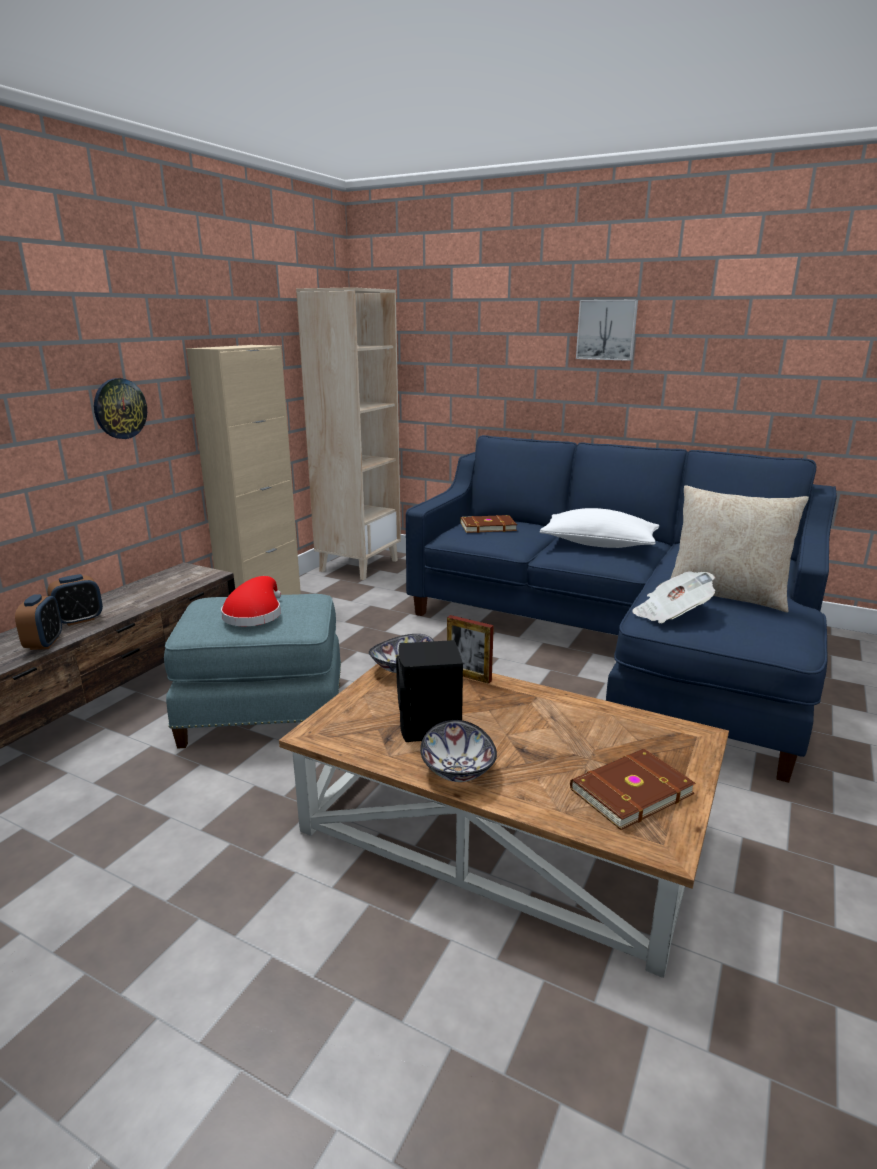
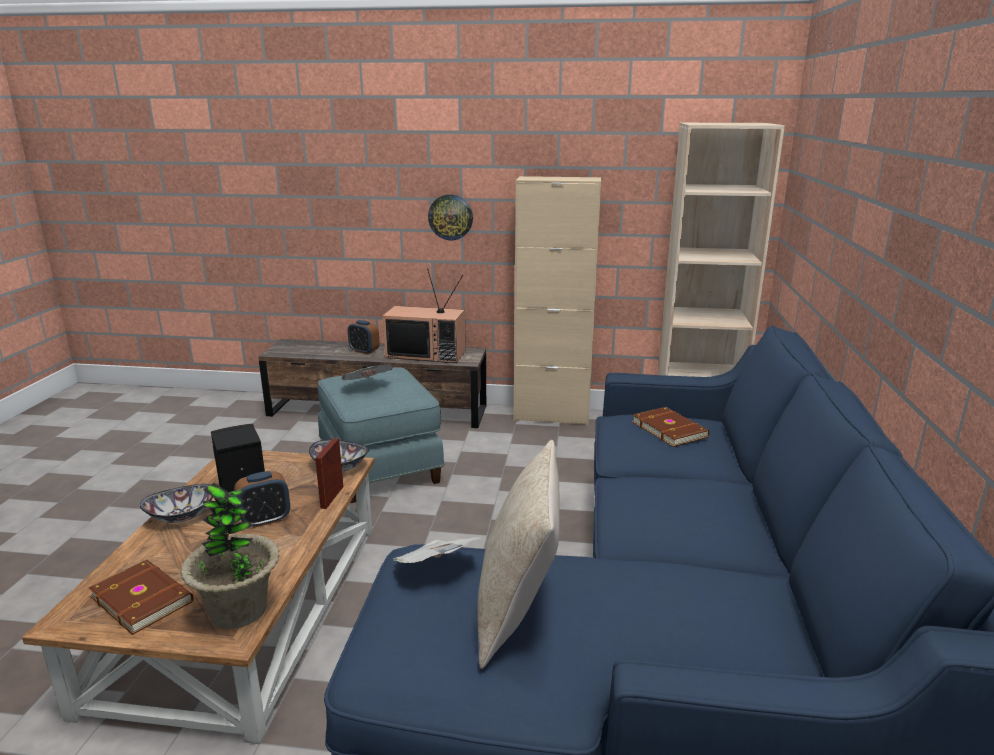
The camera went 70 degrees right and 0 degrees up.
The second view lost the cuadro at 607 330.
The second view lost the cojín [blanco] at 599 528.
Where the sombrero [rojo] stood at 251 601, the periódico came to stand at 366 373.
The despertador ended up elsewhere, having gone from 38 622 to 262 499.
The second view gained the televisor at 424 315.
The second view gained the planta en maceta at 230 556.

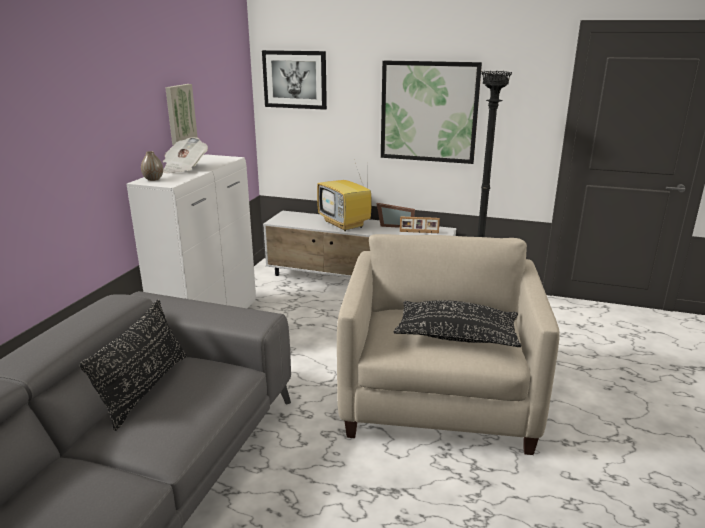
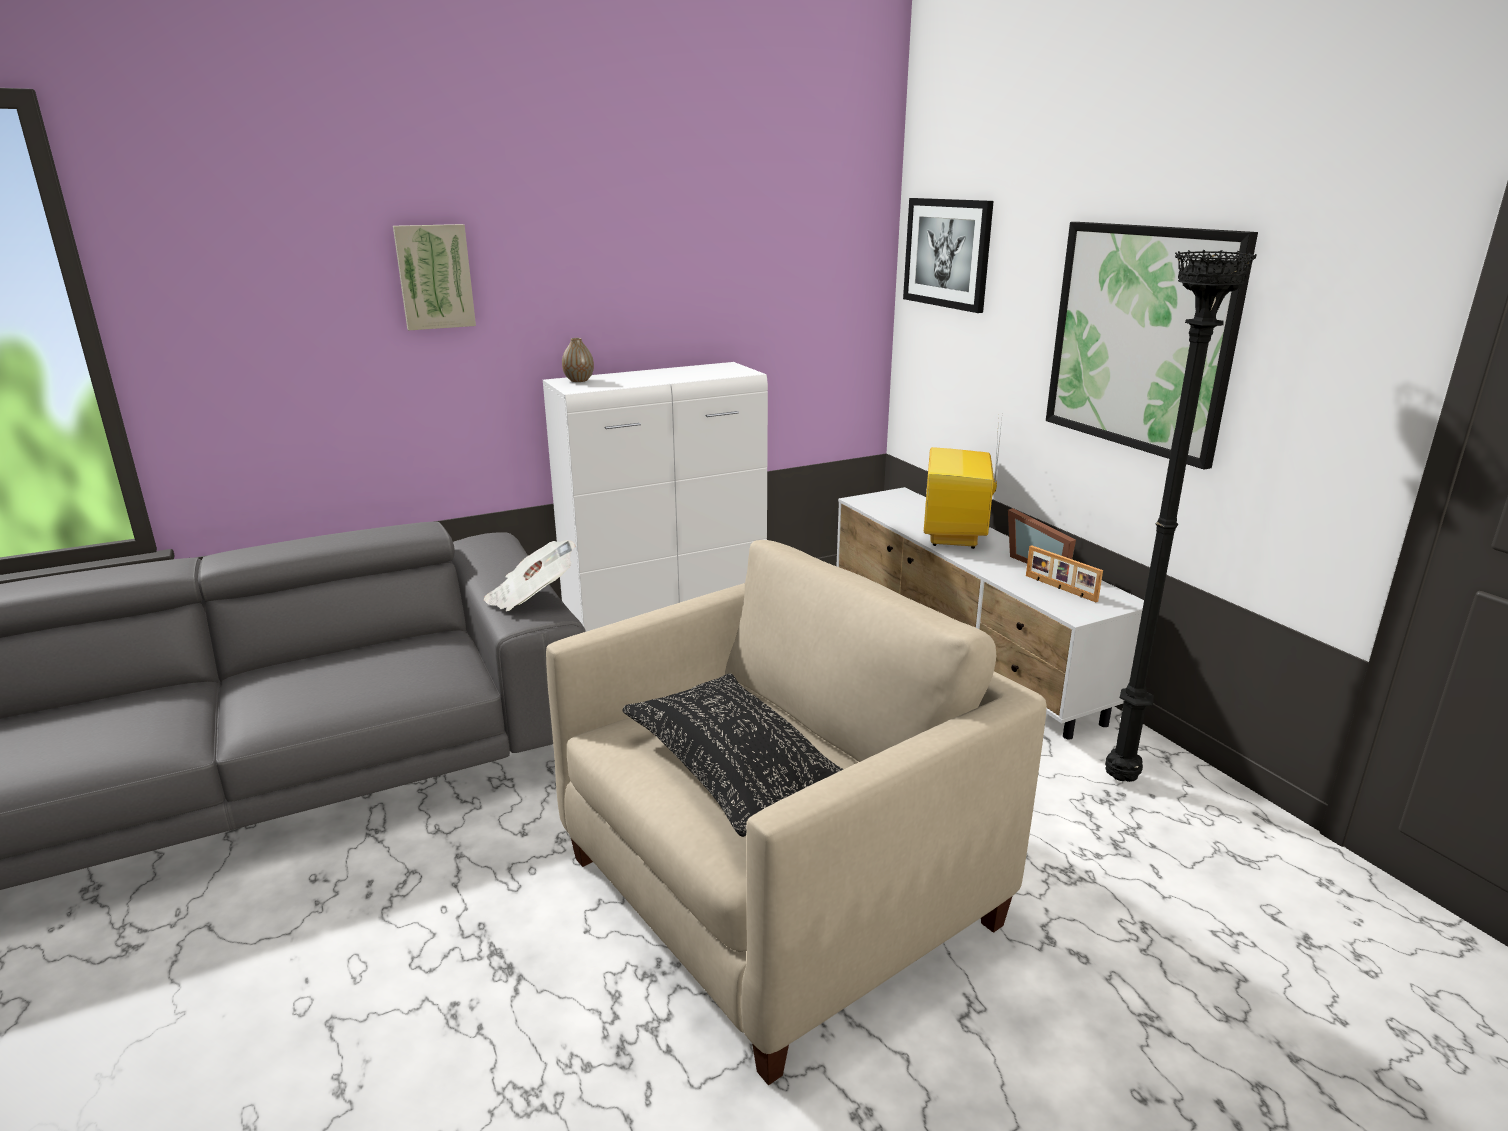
The camera went 45 degrees right and 0 degrees up.
The cuadro ended up elsewhere, having gone from 181 114 to 434 277.
The periódico ended up elsewhere, having gone from 185 155 to 530 575.
The second view lost the cojín [negro] at 133 365.

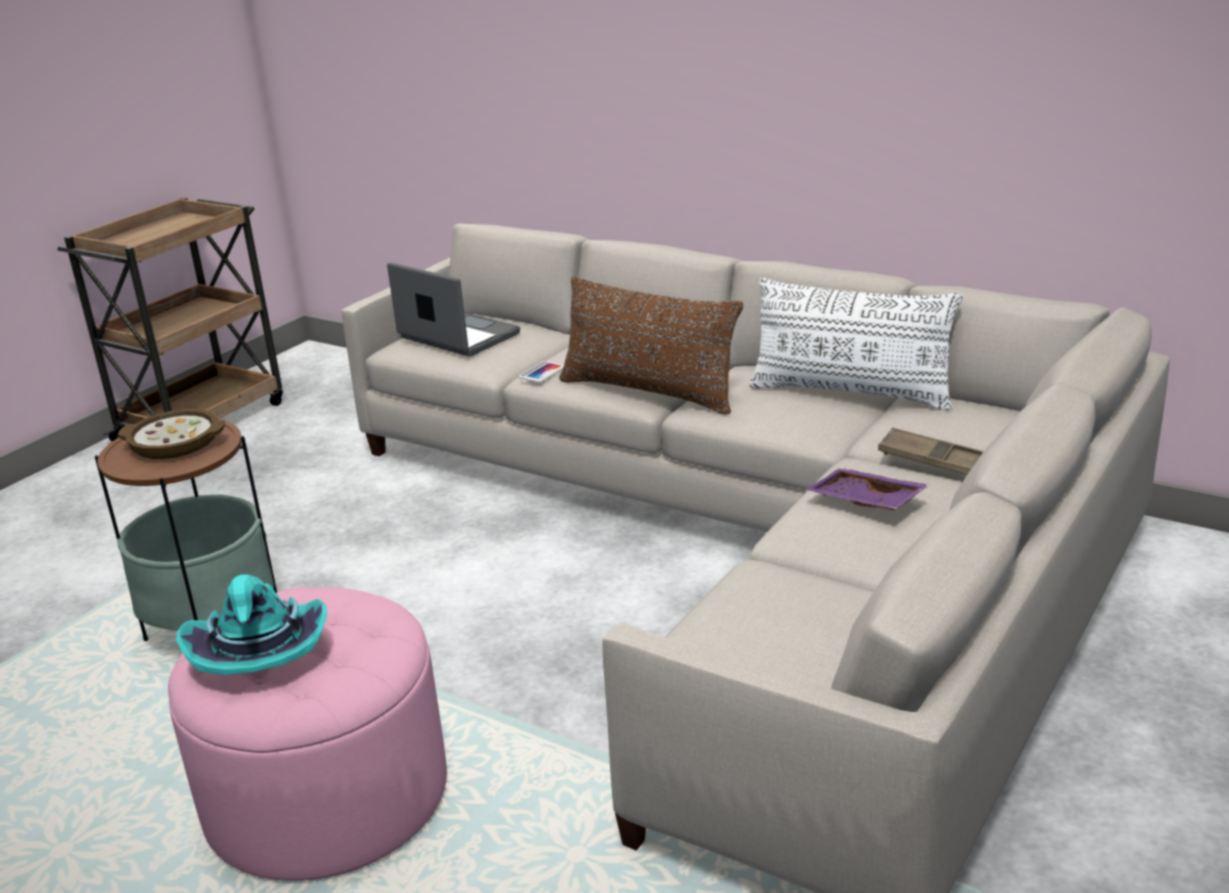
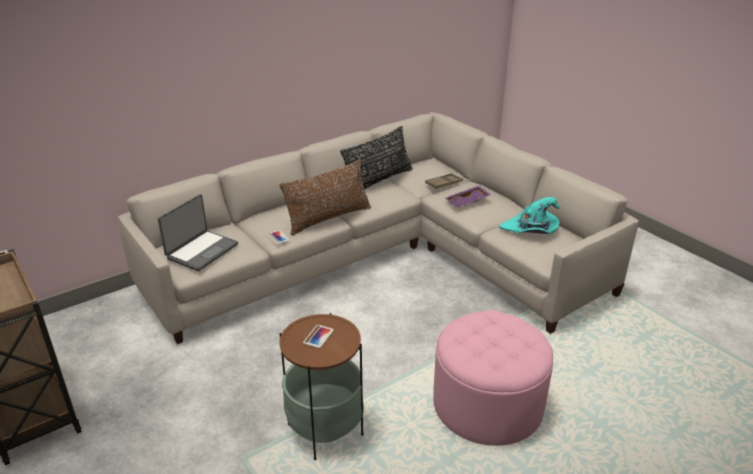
The camera went 70 degrees left and 5 degrees up.
The portátil at 453 309 ended up facing another way, 150 degrees clockwise from before.
What was the cojín [blanco] at 856 344 turned into the cojín [negro] at 376 157.
Where the cuenco stood at 171 434, the móvil came to stand at 318 336.
The sombrero [turquesa] ended up elsewhere, having gone from 251 625 to 530 215.

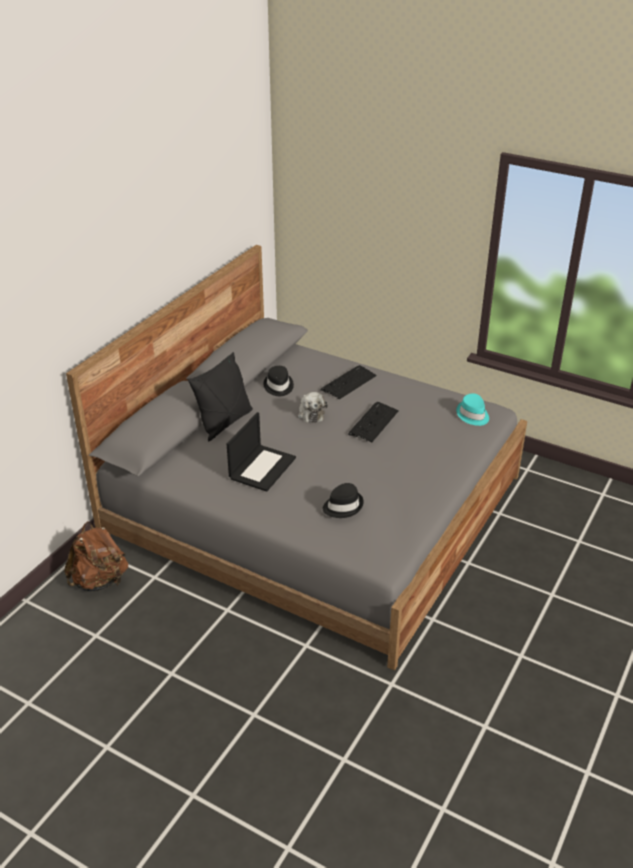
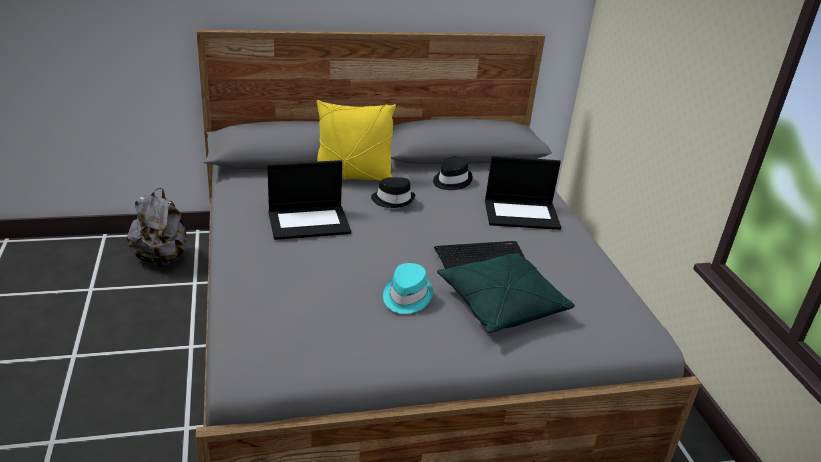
The camera went 45 degrees right and 5 degrees down.
What was the cojín [negro] at 220 396 turned into the cojín [amarillo] at 356 140.
Where the teclado stood at 348 382, the portátil came to stand at 523 193.
The second view lost the peluche at 313 407.
The sombrero [turquesa] ended up elsewhere, having gone from 472 410 to 408 288.
The sombrero [negro] ended up elsewhere, having gone from 343 500 to 393 192.
What was the mochila [marrón] at 96 556 turned into the mochila [gris] at 157 227.
The second view gained the cojín [verde] at 506 293.

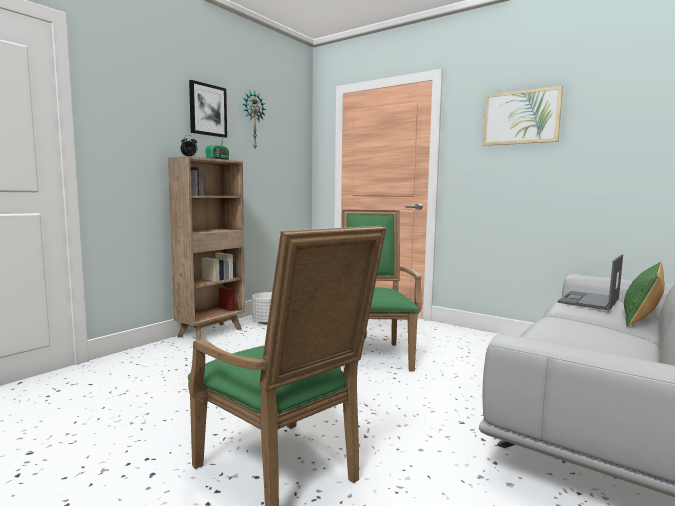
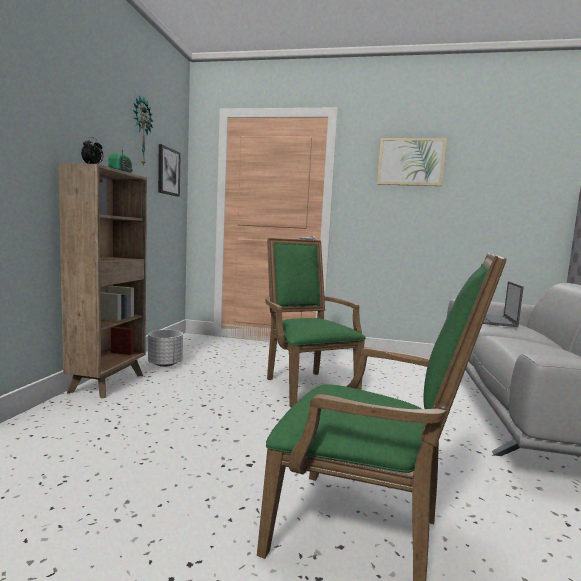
The camera went 25 degrees left and 0 degrees up.
The cuadro ended up elsewhere, having gone from 208 109 to 169 170.
The second view lost the cojín [verde] at 644 294.

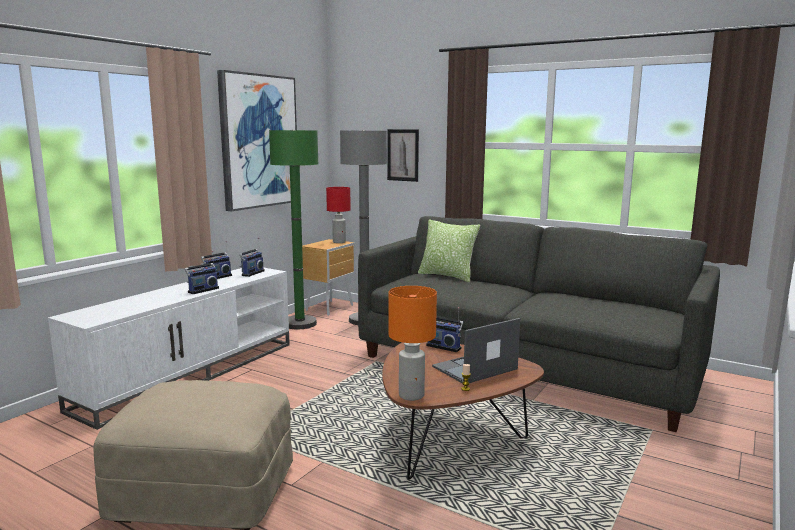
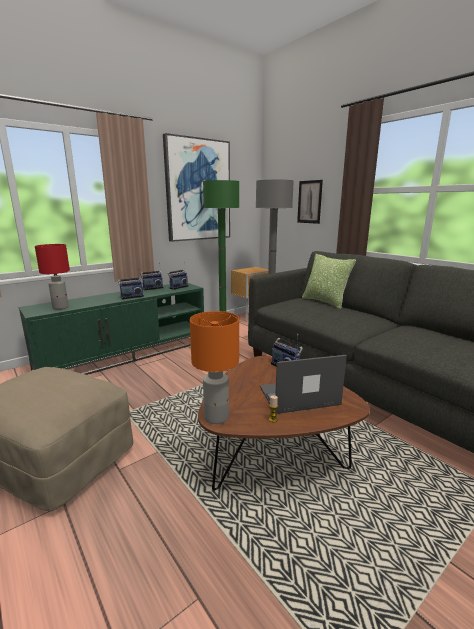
The camera went 20 degrees right and 5 degrees up.
The lámpara de mesa [rojo] ended up elsewhere, having gone from 338 215 to 52 276.
What was the mueble de televisión [blanco] at 169 348 turned into the mueble de televisión [verde] at 111 329.

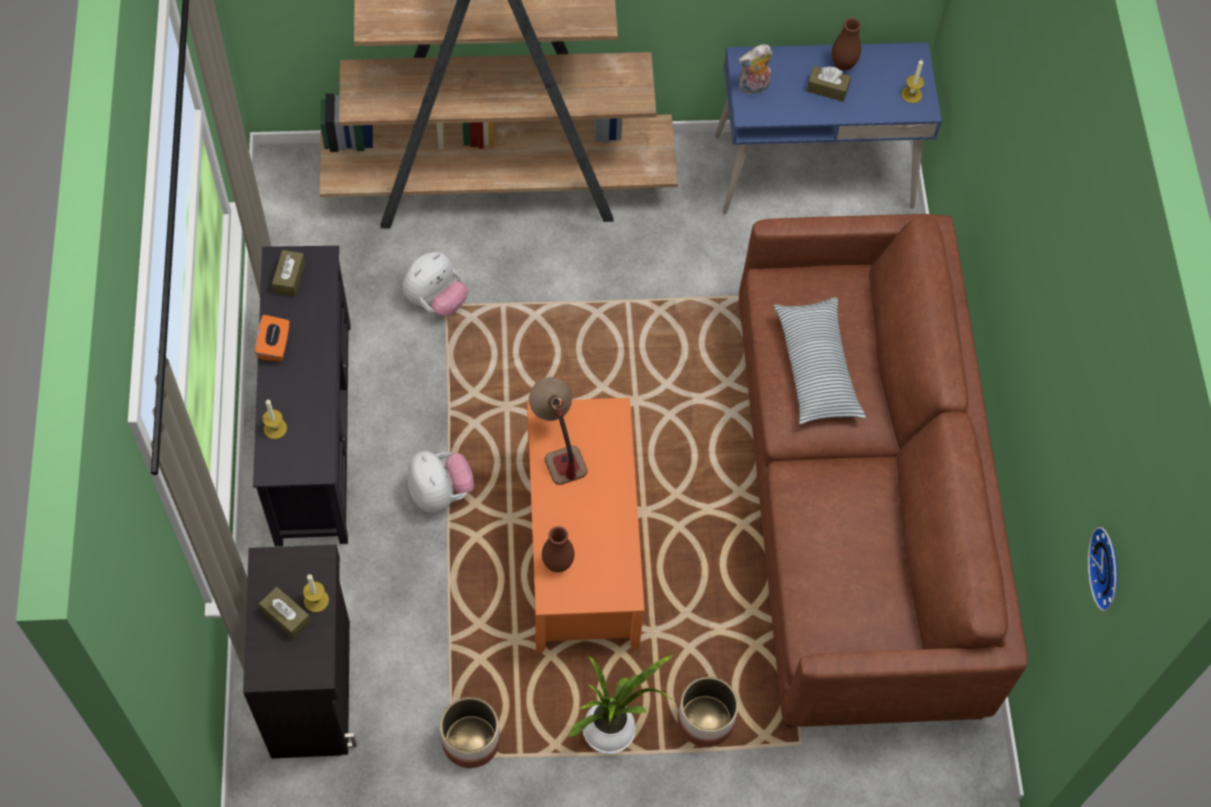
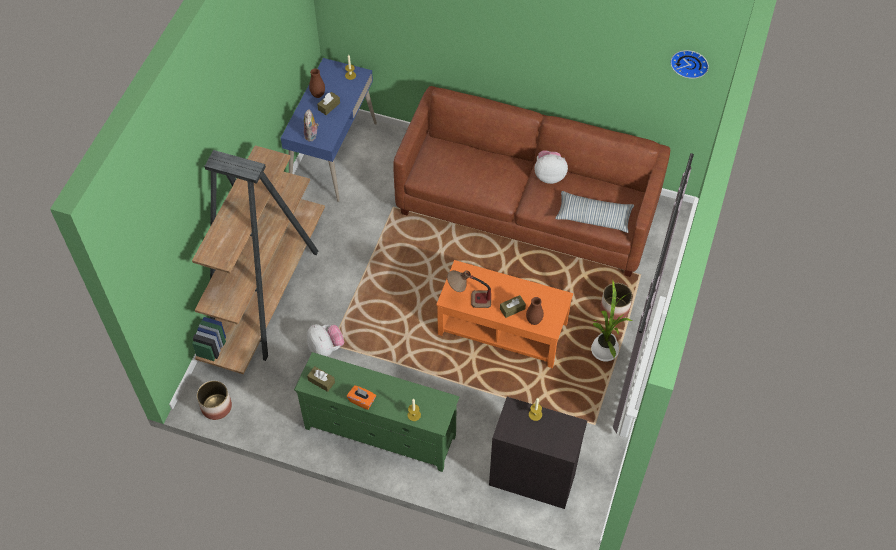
The camera went 65 degrees left and 5 degrees down.
What was the mueble de televisión [negro] at 301 395 turned into the mueble de televisión [verde] at 376 412.
The cojín ended up elsewhere, having gone from 820 361 to 594 212.
The peluche ended up elsewhere, having gone from 441 482 to 551 167.
The caja de pañuelos [marrón] ended up elsewhere, having gone from 285 613 to 513 306.
The maceta ended up elsewhere, having gone from 470 732 to 214 400.

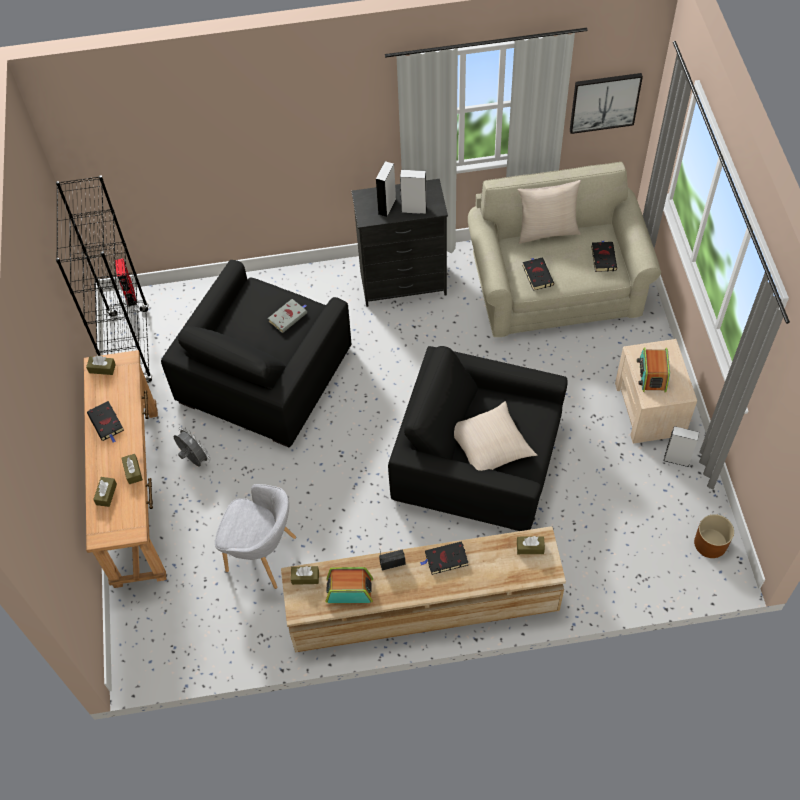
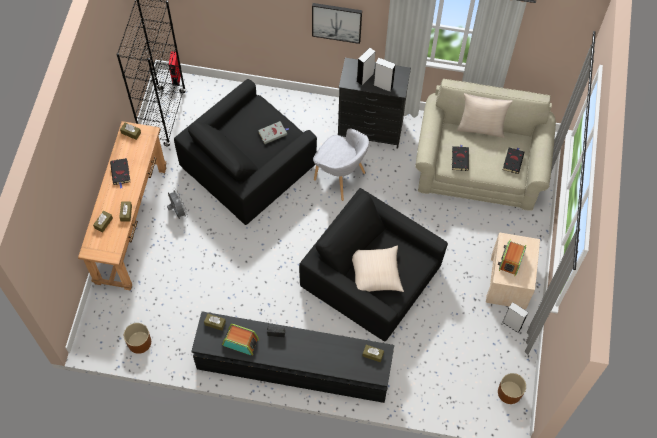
The camera went 15 degrees right and 5 degrees up.
The cuadro ended up elsewhere, having gone from 606 103 to 337 23.
The sillón [gris] ended up elsewhere, having gone from 255 536 to 341 164.
What was the mueble de televisión [beis] at 423 589 turned into the mueble de televisión [negro] at 292 357.
The second view lost the libro [negro] at 444 558.
The second view gained the maceta [marrón] at 137 338.

